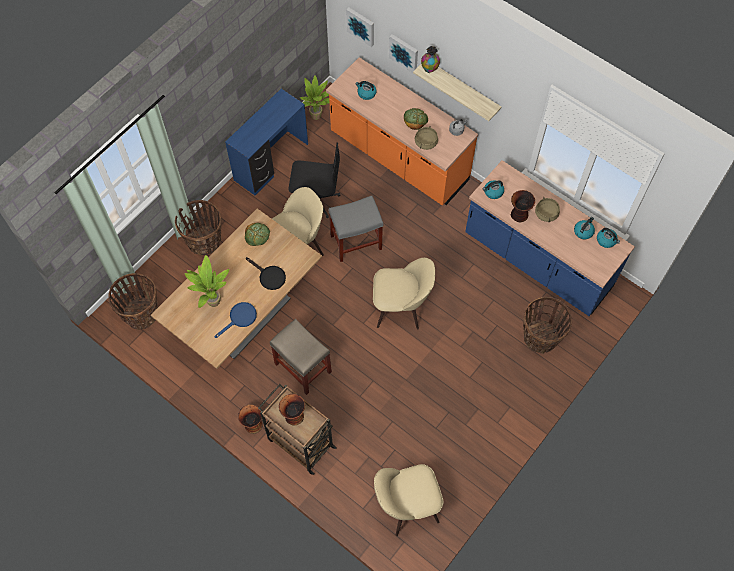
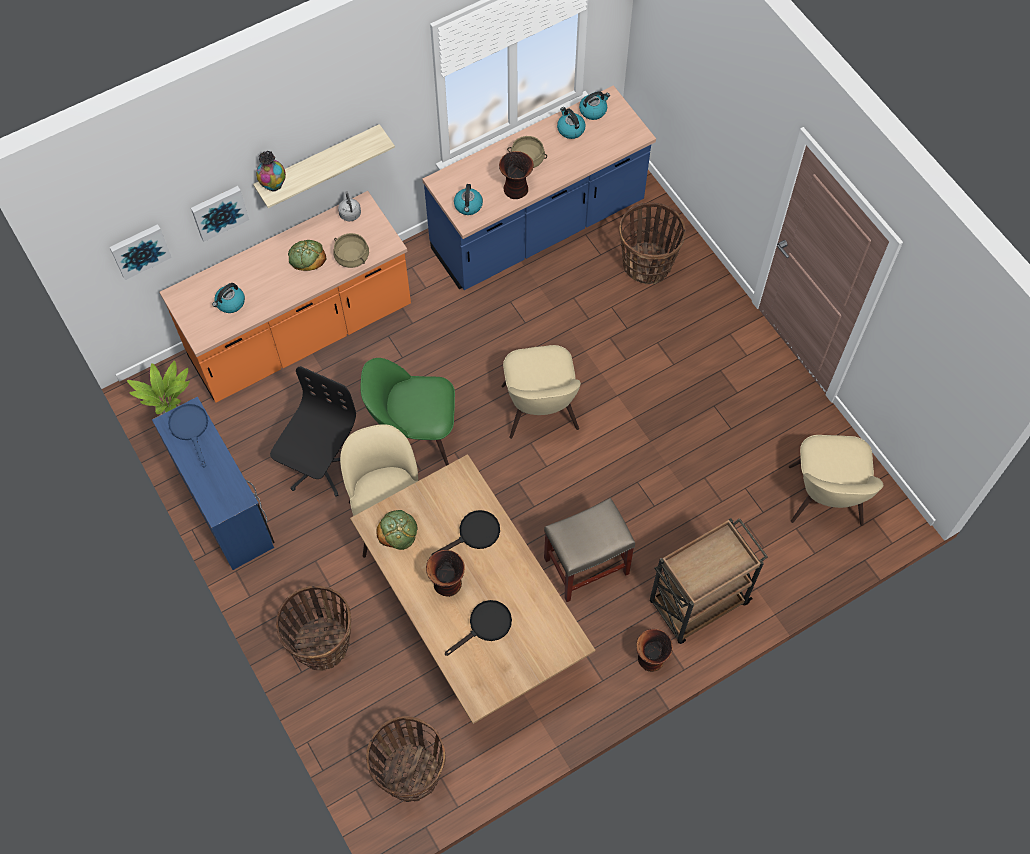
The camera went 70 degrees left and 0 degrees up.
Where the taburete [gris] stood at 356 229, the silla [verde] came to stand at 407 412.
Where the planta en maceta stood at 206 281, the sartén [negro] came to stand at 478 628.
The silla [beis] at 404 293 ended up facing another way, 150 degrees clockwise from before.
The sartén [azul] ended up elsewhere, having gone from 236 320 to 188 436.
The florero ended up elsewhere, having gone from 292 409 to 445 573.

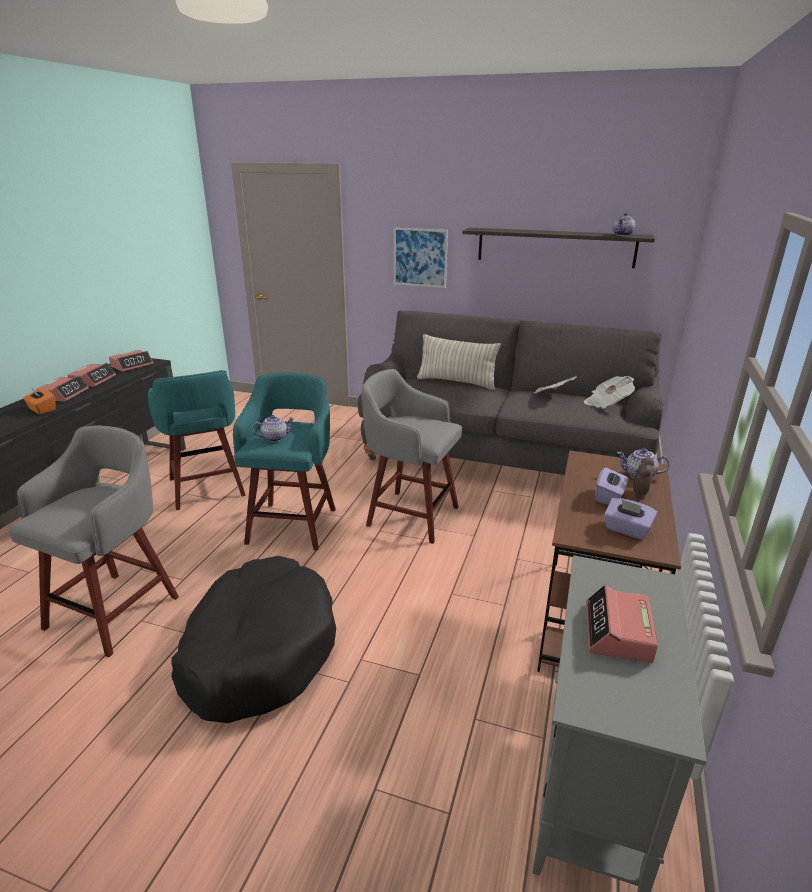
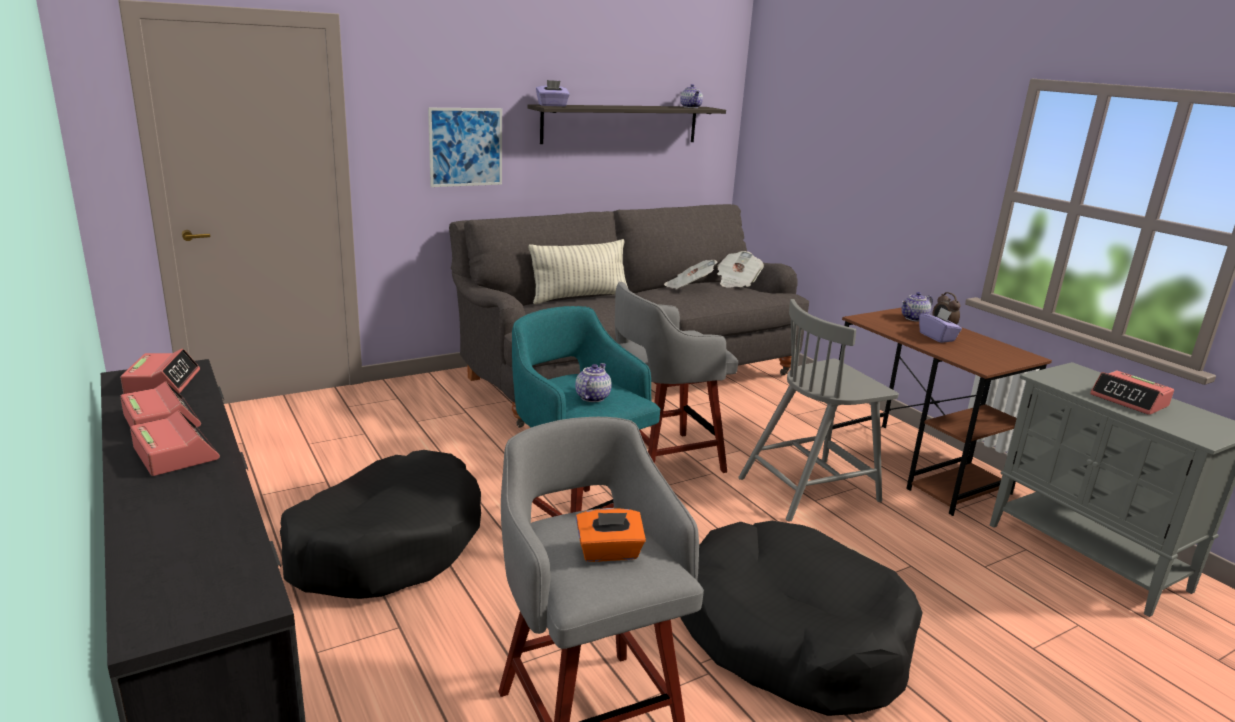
The camera went 50 degrees left and 5 degrees down.
Where the taburete [turquesa] stood at 197 440, the cama para perro [negro] came to stand at 380 524.
The caja de pañuelos [naranja] ended up elsewhere, having gone from 39 401 to 611 535.
The caja de pañuelos [morado] ended up elsewhere, having gone from 630 519 to 553 93.
The second view gained the silla [gris] at 818 410.

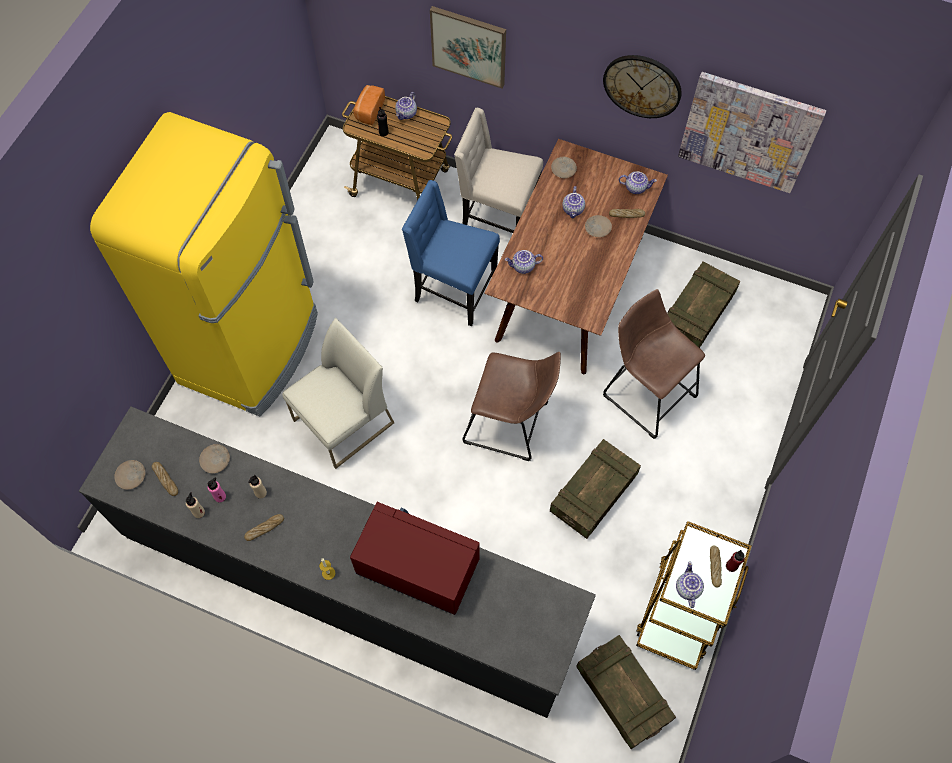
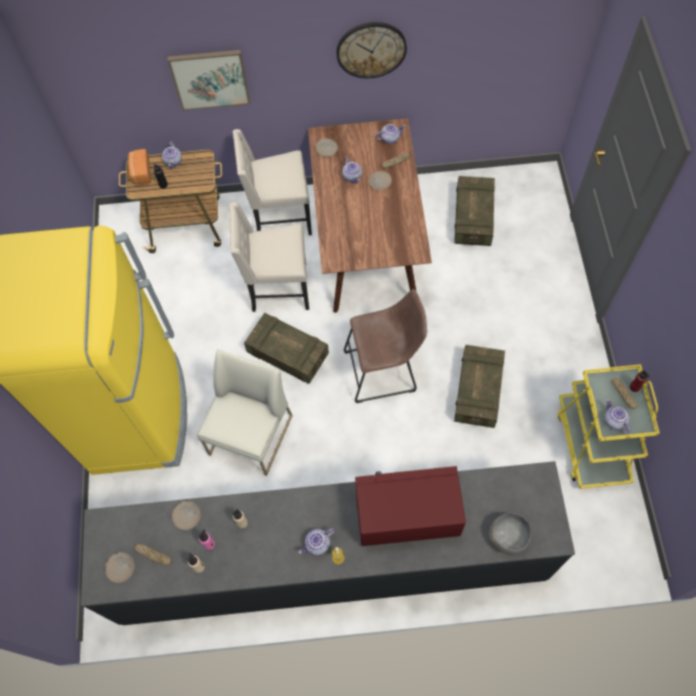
The camera went 25 degrees left and 0 degrees up.
The second view lost the cuadro at 752 132.
What was the silla [azul] at 451 253 turned into the silla [beis] at 269 257.
The tetera ended up elsewhere, having gone from 524 262 to 317 541.
The second view lost the taburete [marrón] at 654 364.
The second view lost the pan at 264 527.
What was the carrito [marrón] at 693 595 turned into the carrito [amarillo] at 609 426.
The caja de embalaje ended up elsewhere, having gone from 626 692 to 286 348.
The second view gained the cuenco [gris] at 510 534.

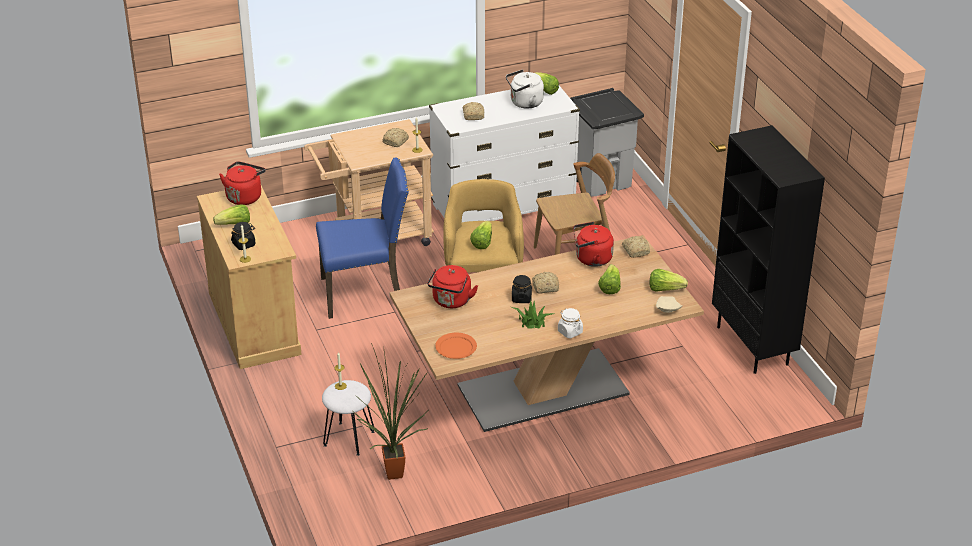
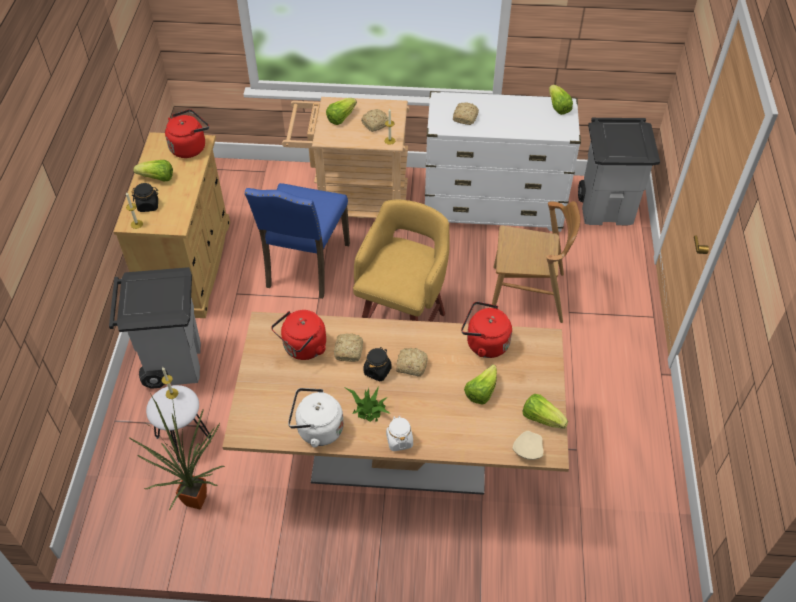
The camera went 25 degrees right and 15 degrees up.
The hervidor [blanco] ended up elsewhere, having gone from 525 89 to 316 418.
The second view lost the estantería [negro] at 768 249.
The silla [azul] at 362 238 ended up facing another way, 90 degrees clockwise from before.
The lechuga ended up elsewhere, having gone from 481 235 to 341 111.
The pan ended up elsewhere, having gone from 636 247 to 348 347.
The second view lost the plato [naranja] at 456 346.
The second view gained the papelera [gris] at 155 328.

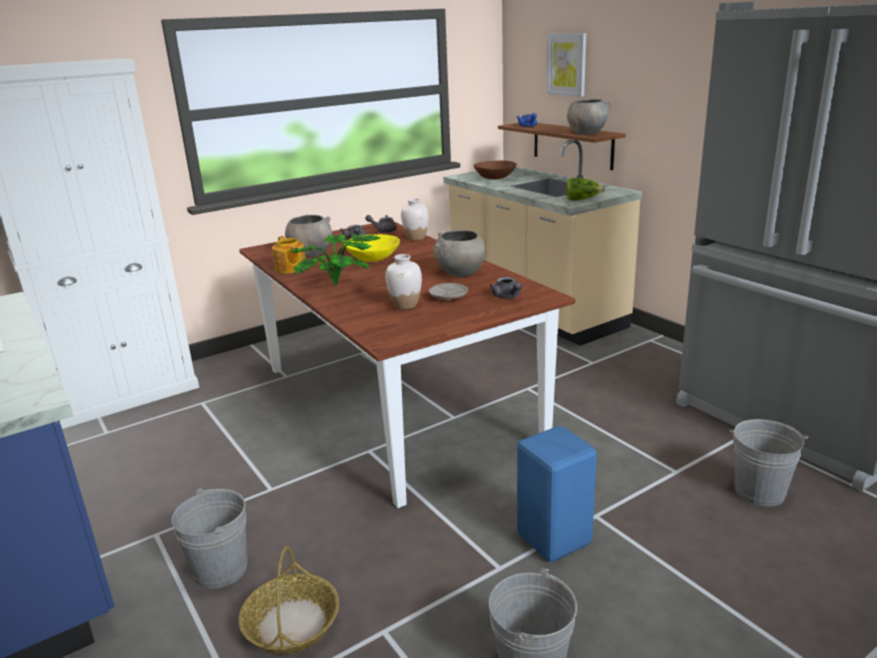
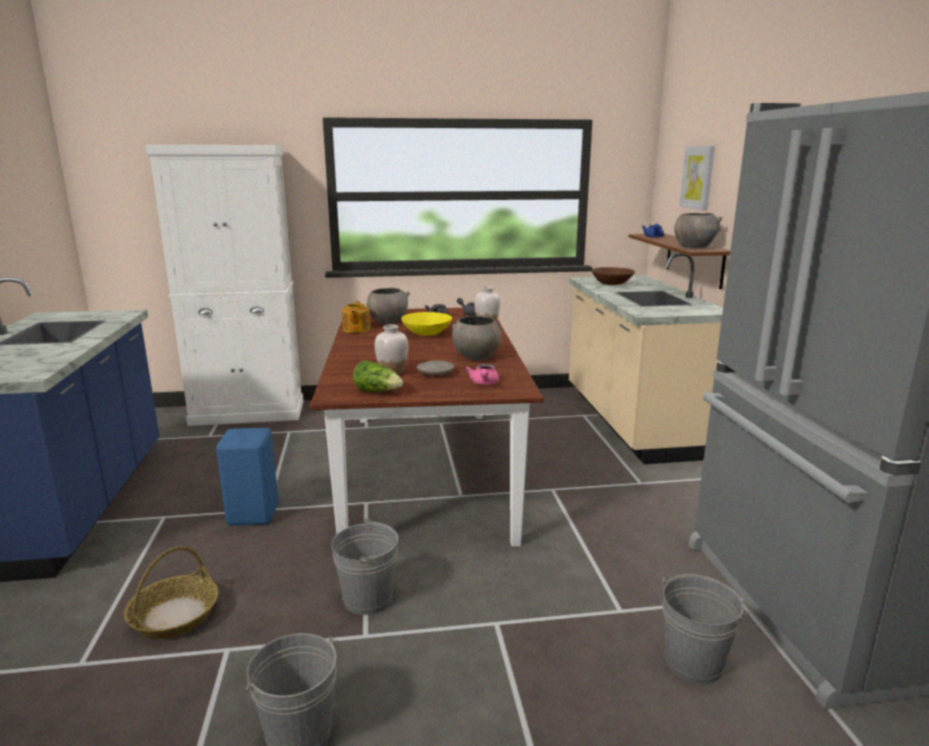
The camera went 25 degrees right and 5 degrees down.
The lechuga ended up elsewhere, having gone from 585 189 to 378 376.
The second view lost the planta en maceta at 335 260.
What was the tetera [gris] at 506 288 turned into the tetera [rosa] at 482 374.
The taburete [azul] ended up elsewhere, having gone from 557 494 to 247 477.
The cubo [gris] ended up elsewhere, having gone from 209 538 to 364 567.

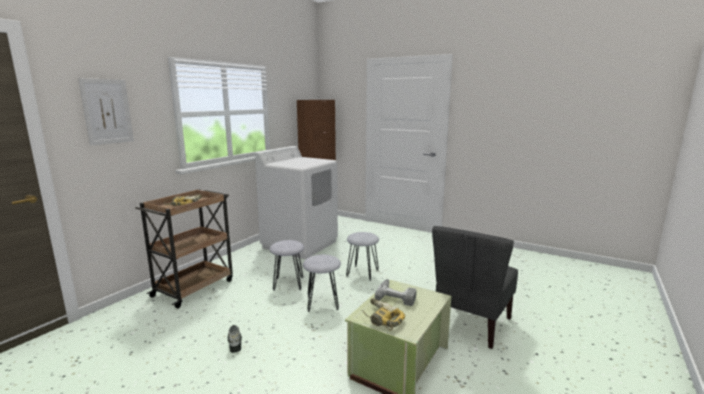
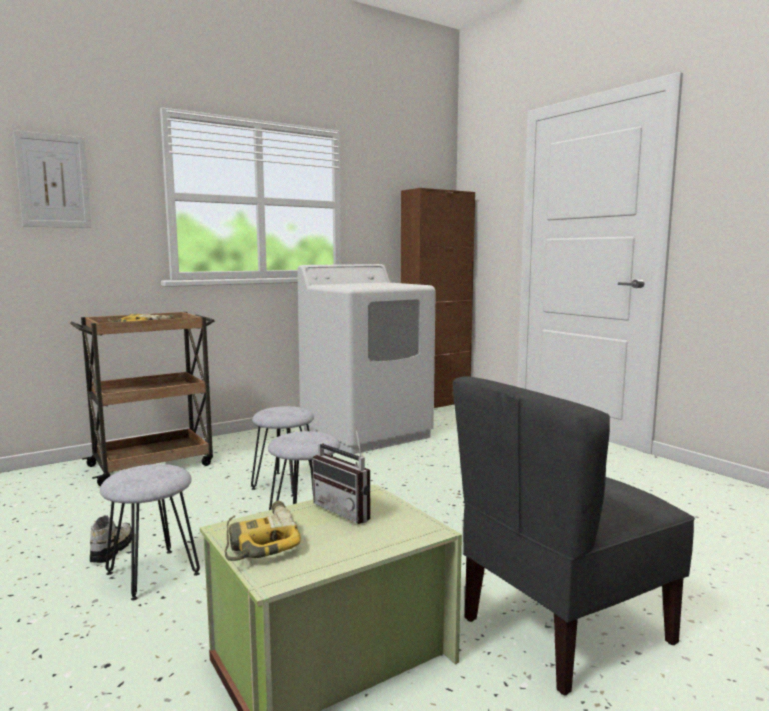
The camera went 25 degrees right and 5 degrees down.
The taburete [gris] ended up elsewhere, having gone from 362 256 to 150 532.
Where the taladro stood at 395 292, the radio came to stand at 341 475.

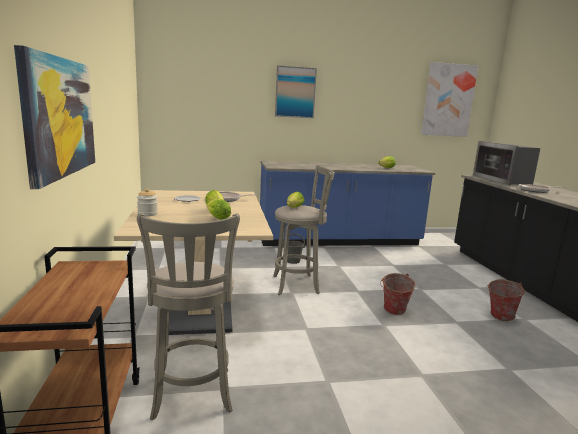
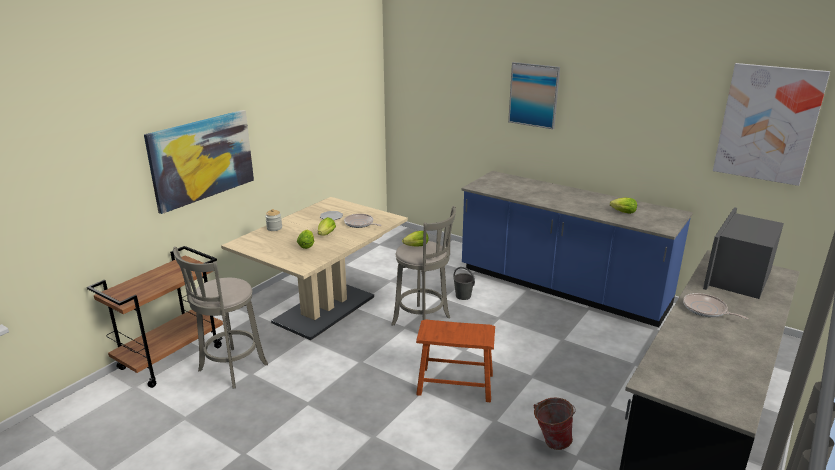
The camera went 45 degrees right and 10 degrees up.
Where the cubo stood at 398 294, the taburete [marrón] came to stand at 455 360.

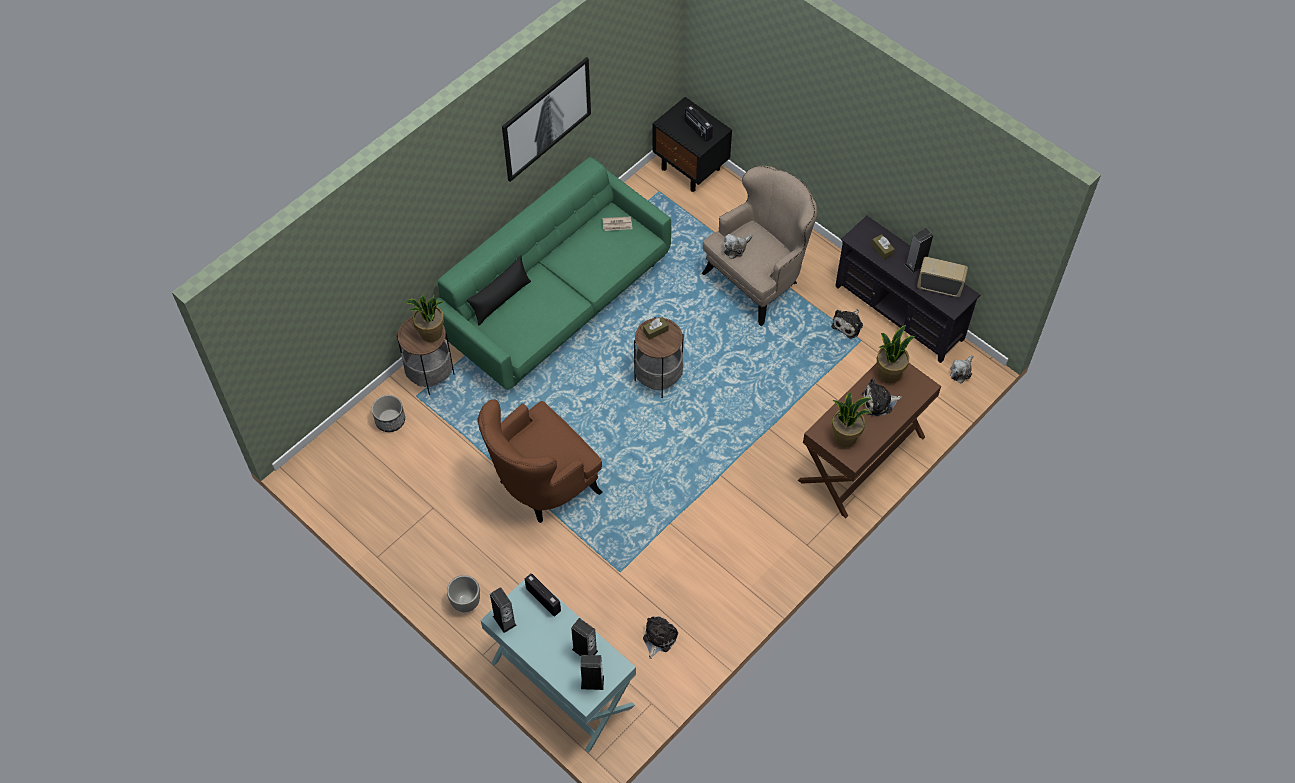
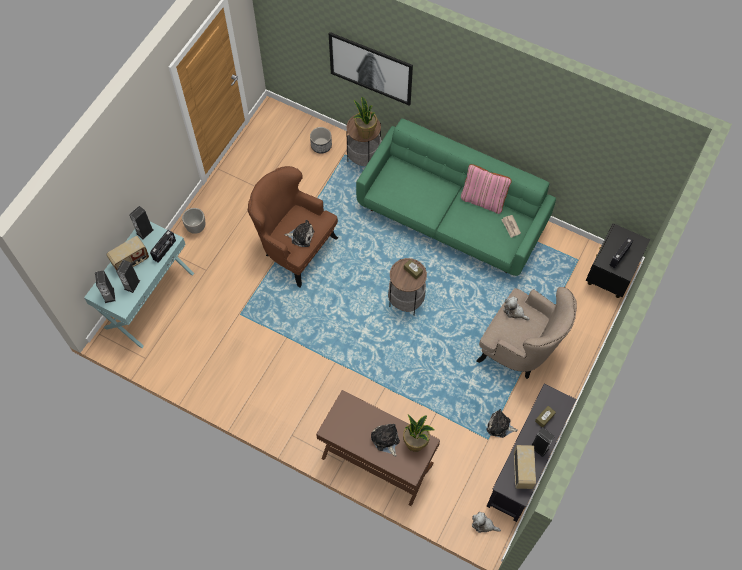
The camera went 75 degrees right and 5 degrees up.
The cuadro ended up elsewhere, having gone from 546 119 to 371 69.
The second view lost the cojín [negro] at 499 290.
The second view lost the planta en maceta at 852 420.
The peluche ended up elsewhere, having gone from 660 637 to 300 233.
The second view gained the cojín [rosa] at 486 189.
The second view gained the radio at 127 253.

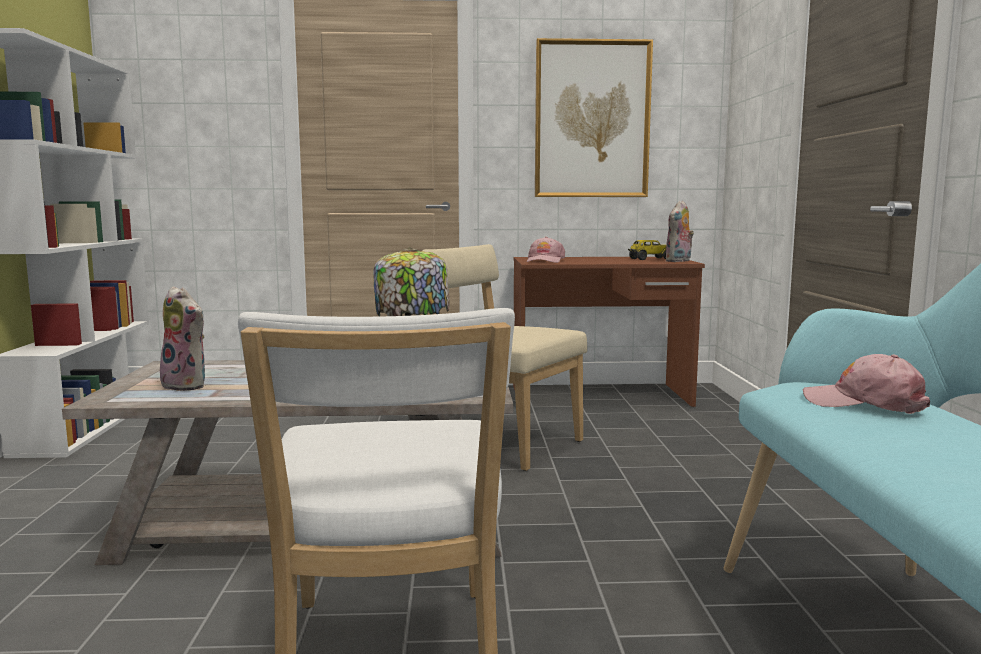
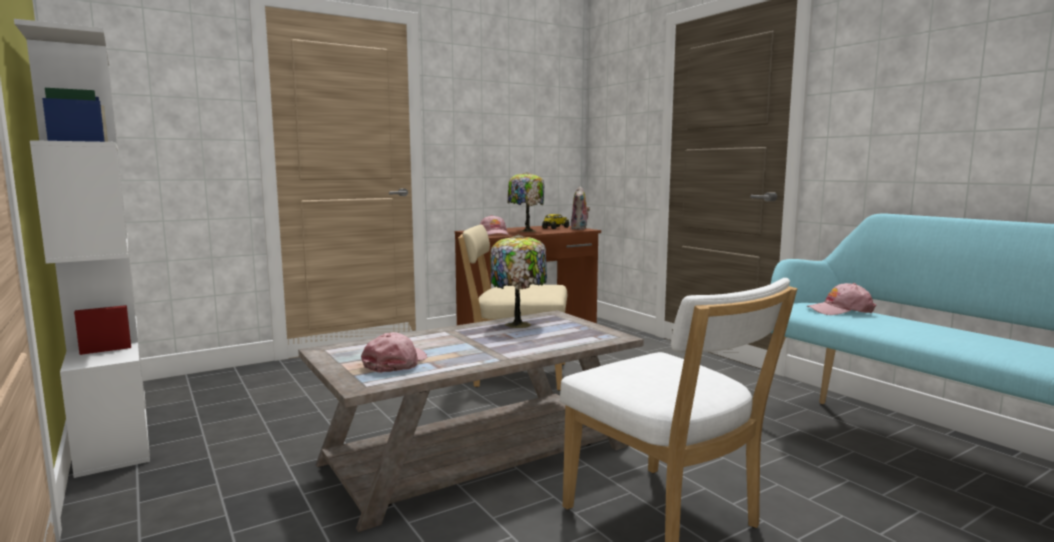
The camera went 30 degrees left and 0 degrees up.
The second view lost the cuadro at 594 117.
Where the peluche stood at 182 338, the gorra [rosa] came to stand at 394 352.
The second view gained the lámpara de mesa at 526 202.

